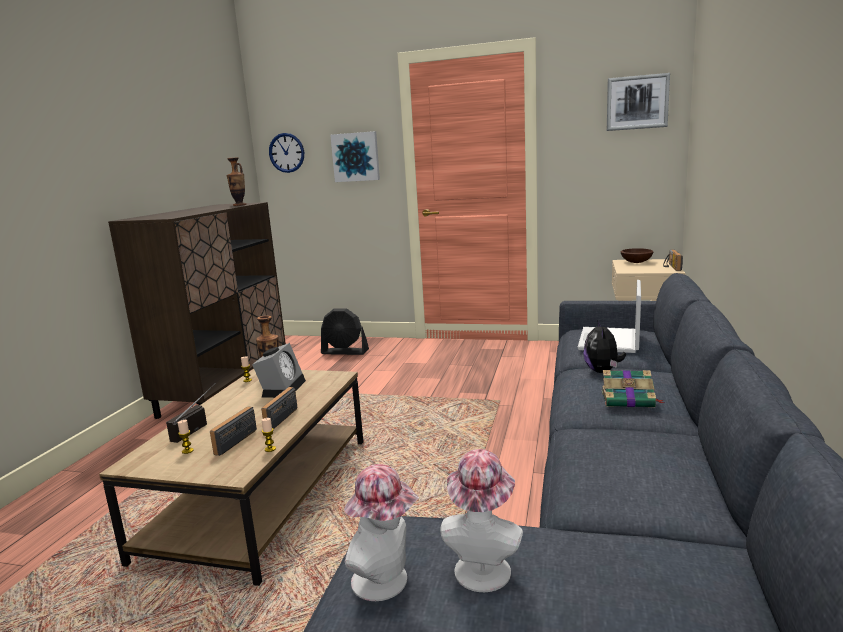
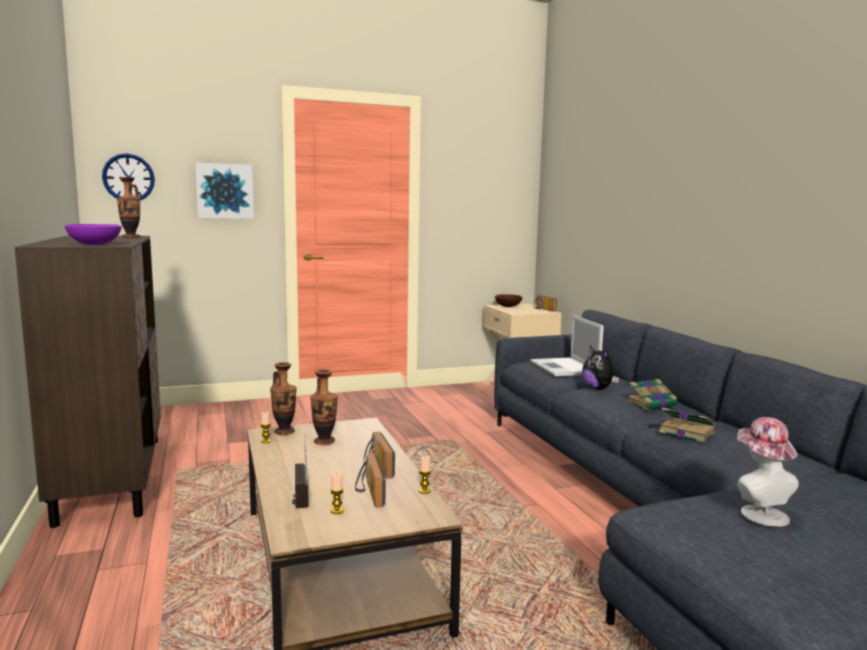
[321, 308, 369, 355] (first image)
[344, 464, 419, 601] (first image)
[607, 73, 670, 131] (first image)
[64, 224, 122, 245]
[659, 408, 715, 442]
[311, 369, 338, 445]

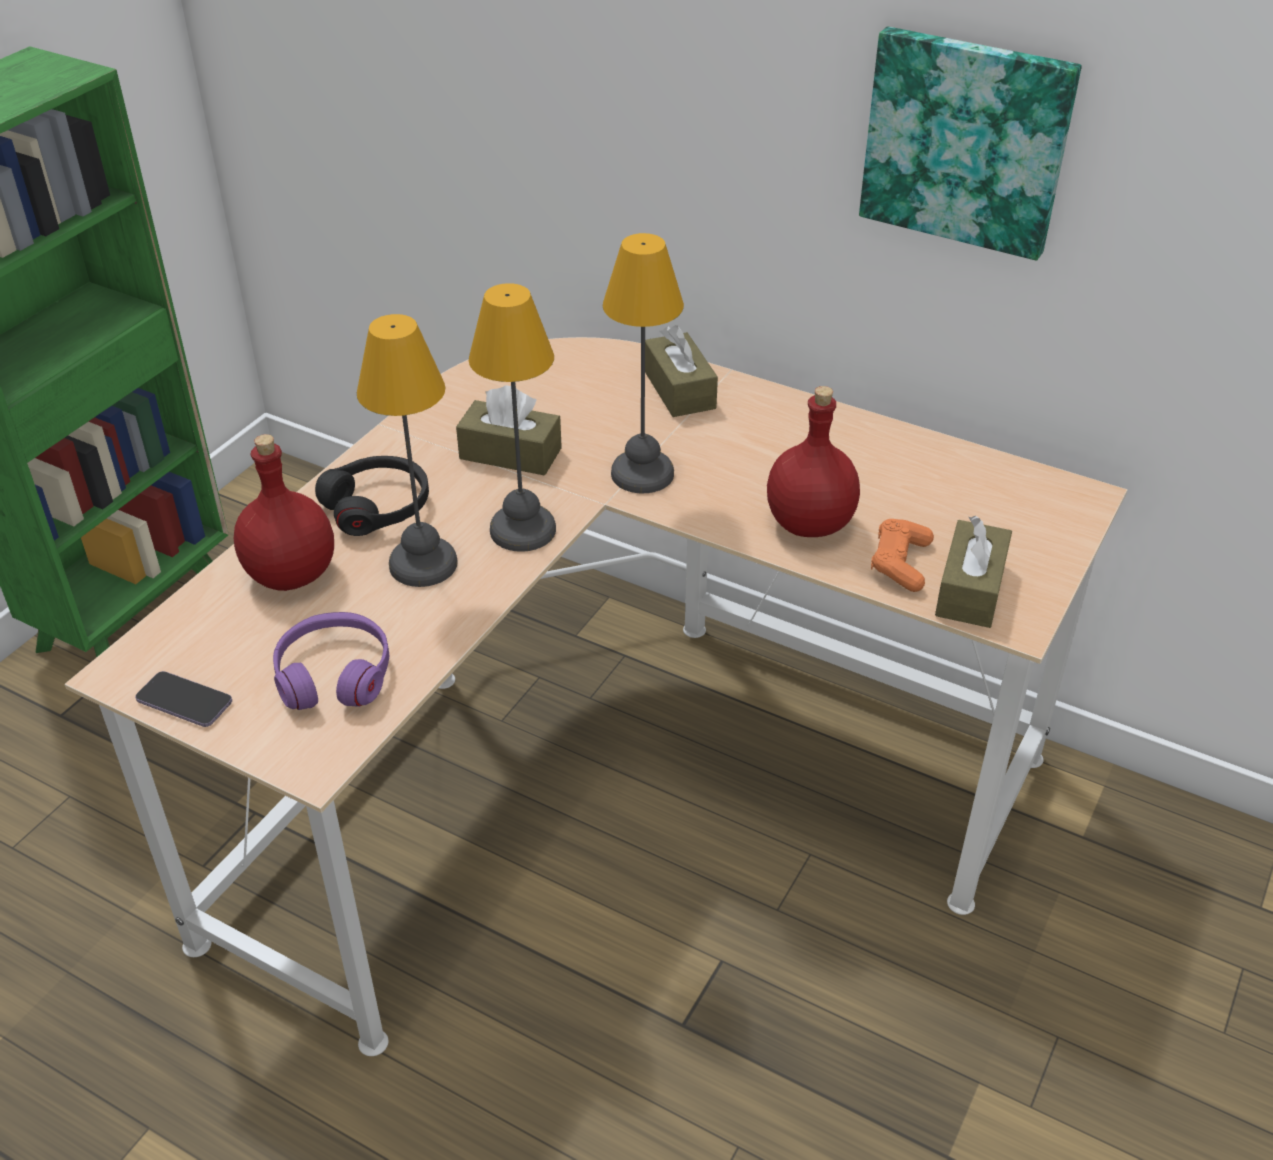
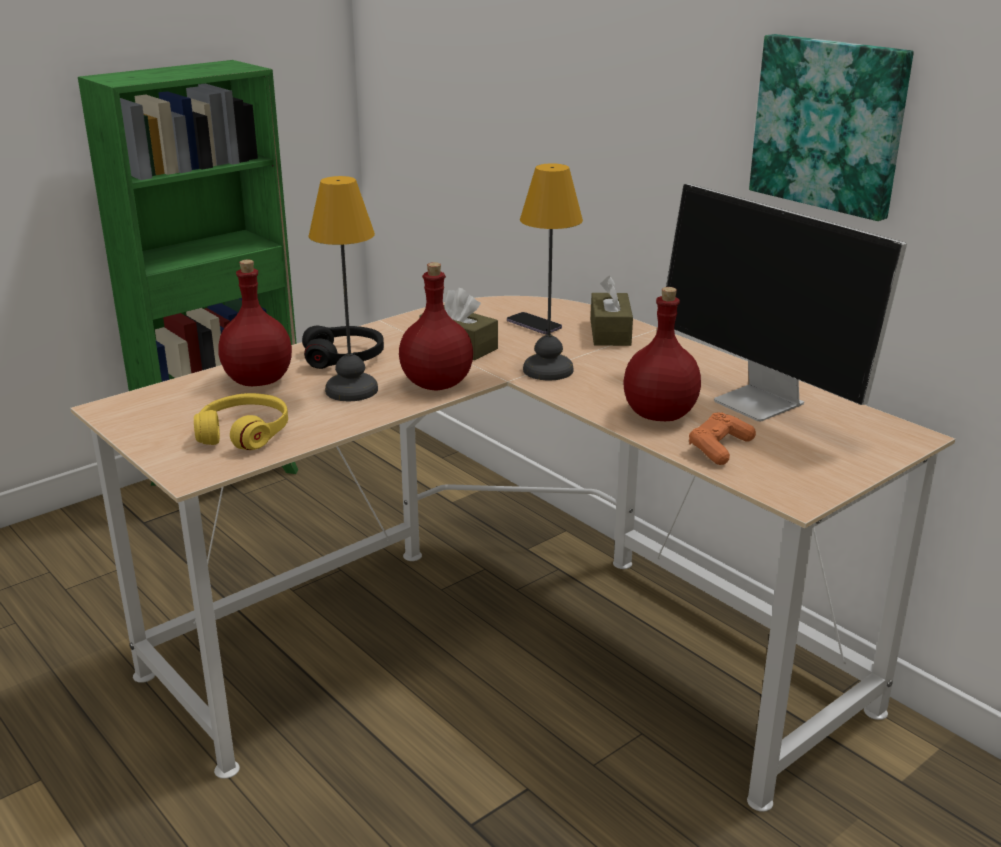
[935, 516, 1012, 628] (first image)
[666, 184, 907, 422]
[507, 312, 562, 334]
[399, 262, 473, 391]
[194, 393, 288, 450]

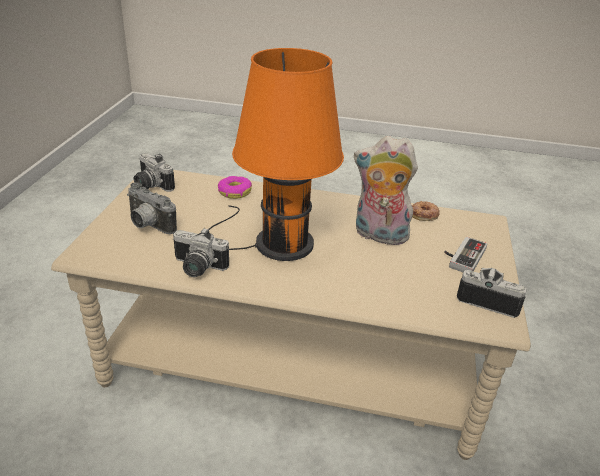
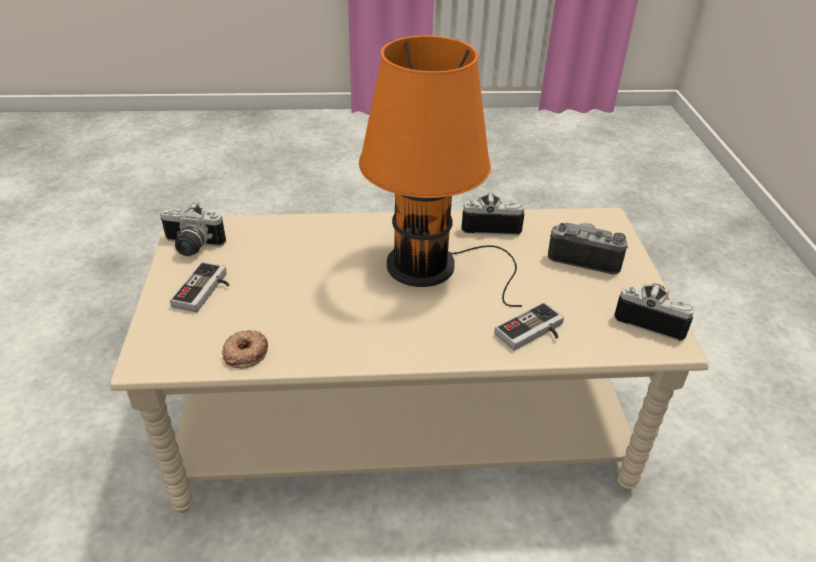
[354, 136, 418, 245] (first image)
[494, 302, 564, 351]

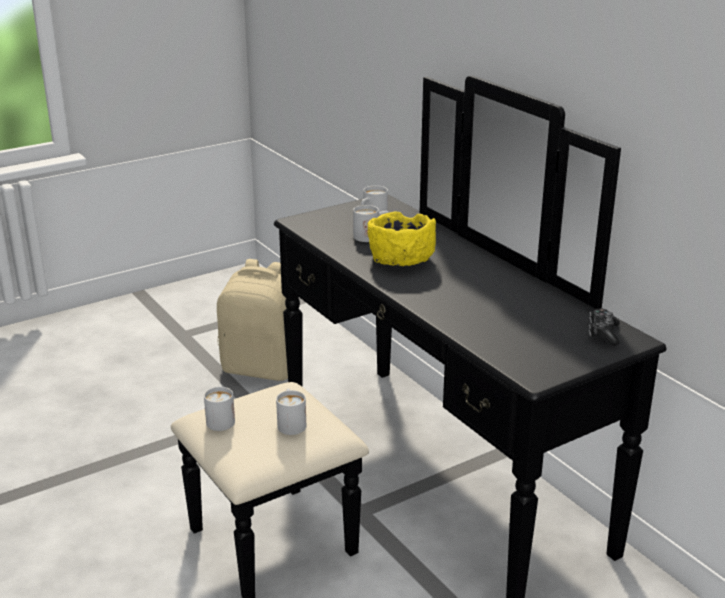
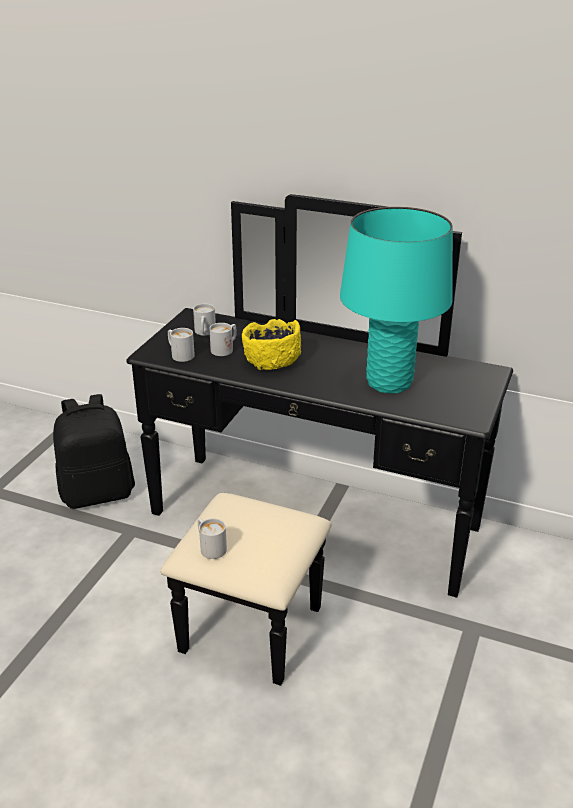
[589, 308, 620, 346] (first image)
[340, 207, 453, 393]
[168, 328, 195, 362]
[53, 394, 135, 509]

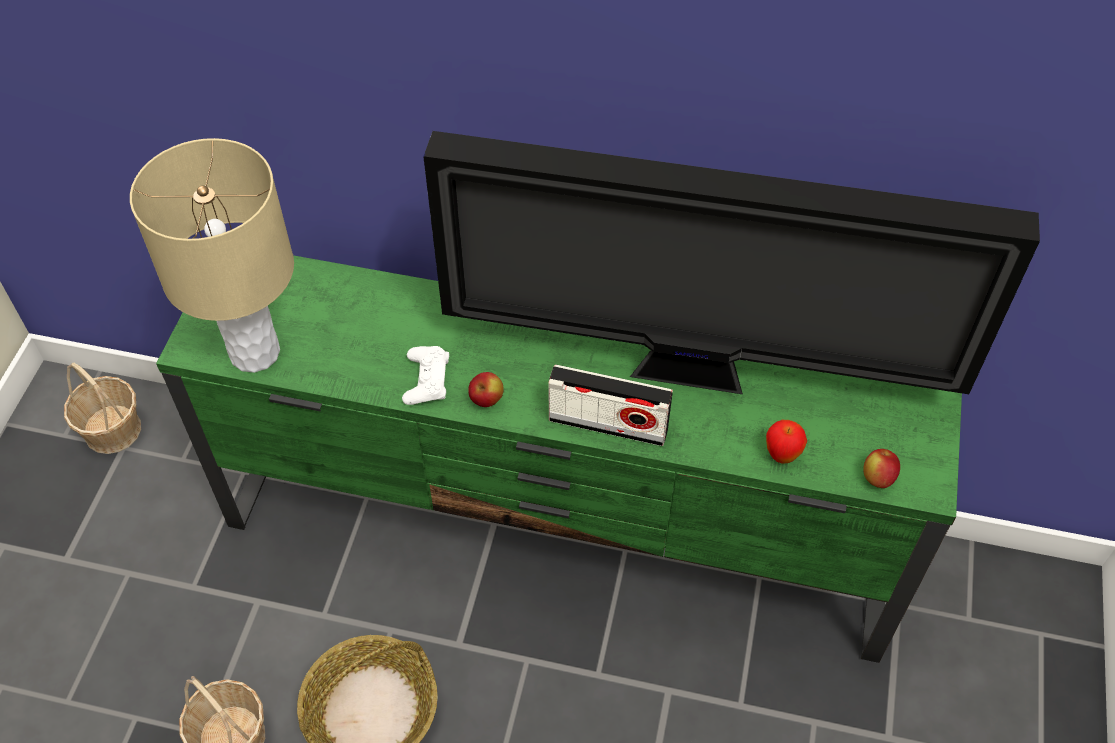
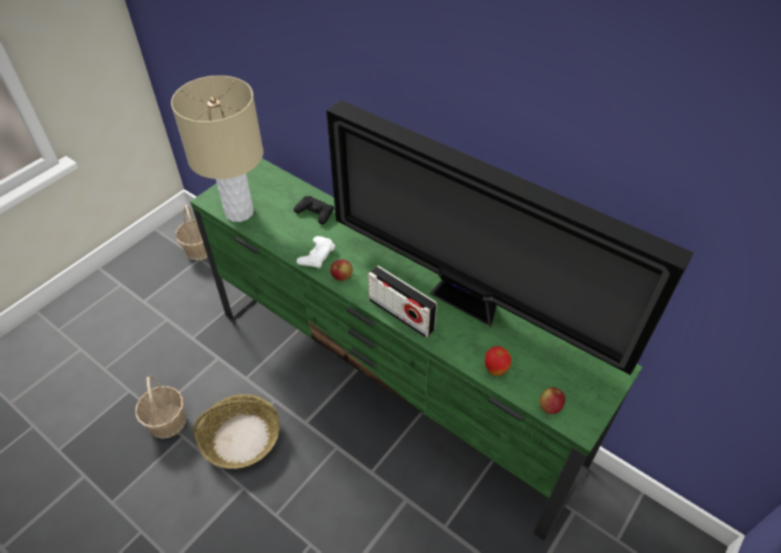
[294, 196, 334, 225]

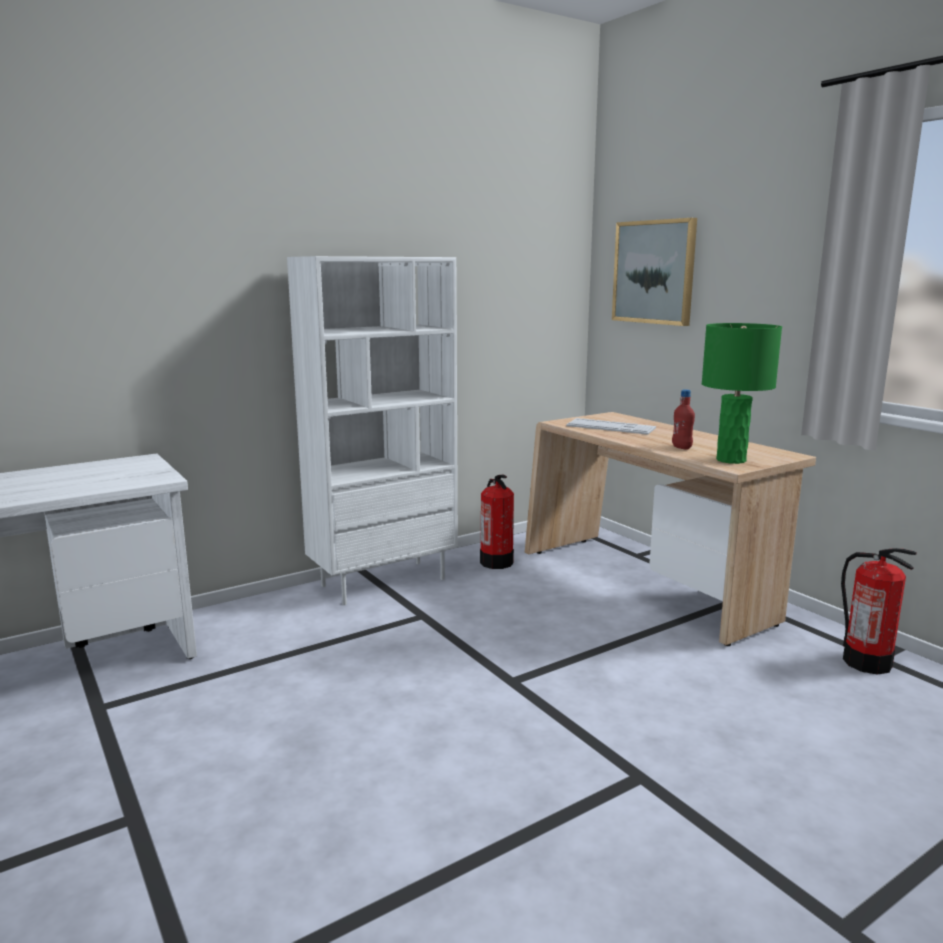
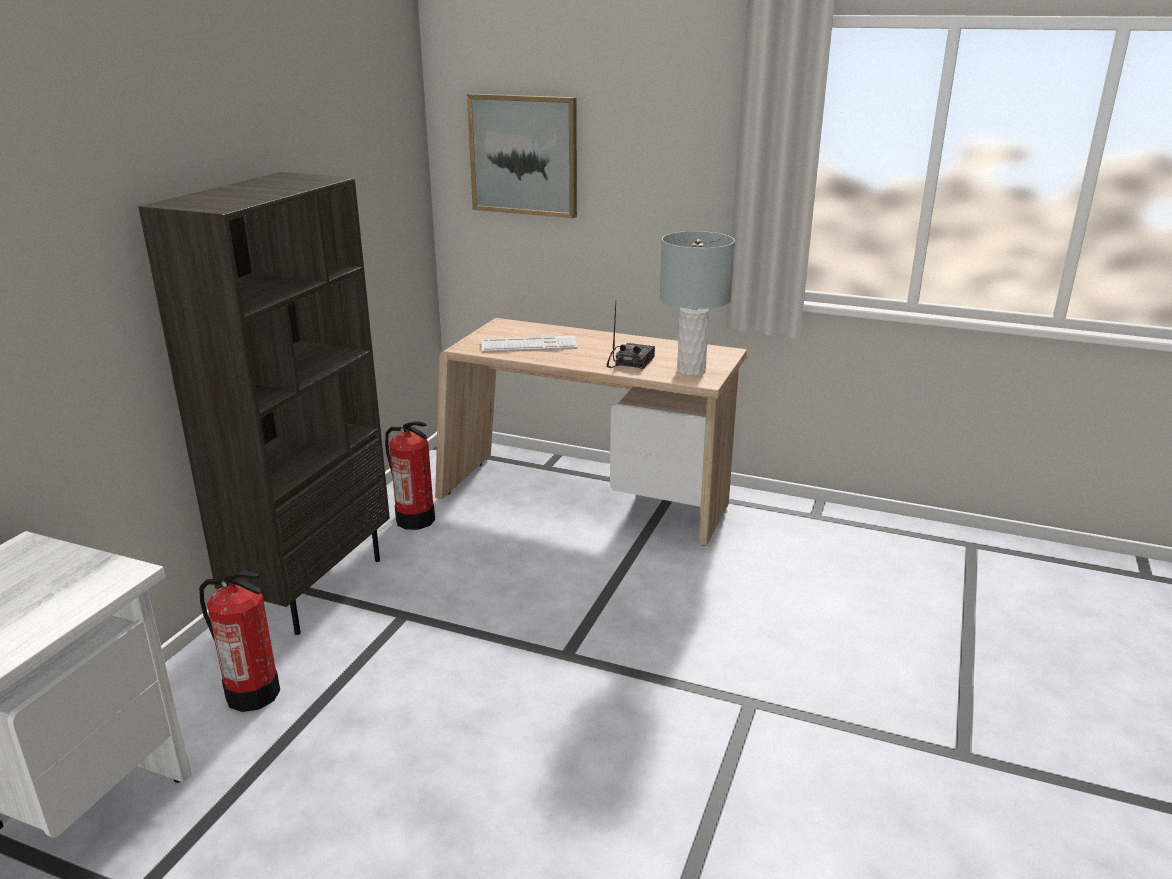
[199, 571, 280, 712]
[607, 303, 655, 369]
[138, 172, 390, 635]
[660, 231, 735, 376]

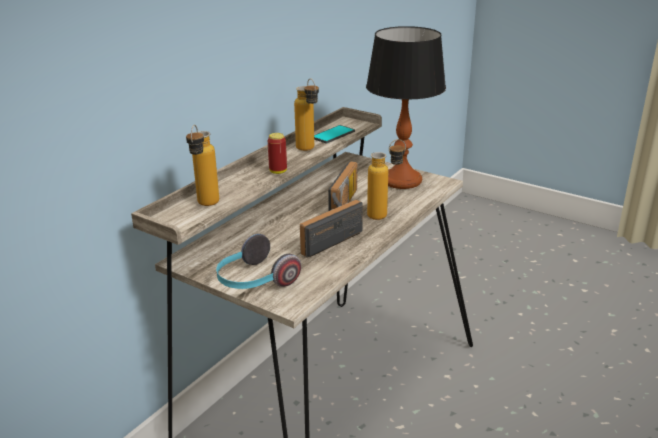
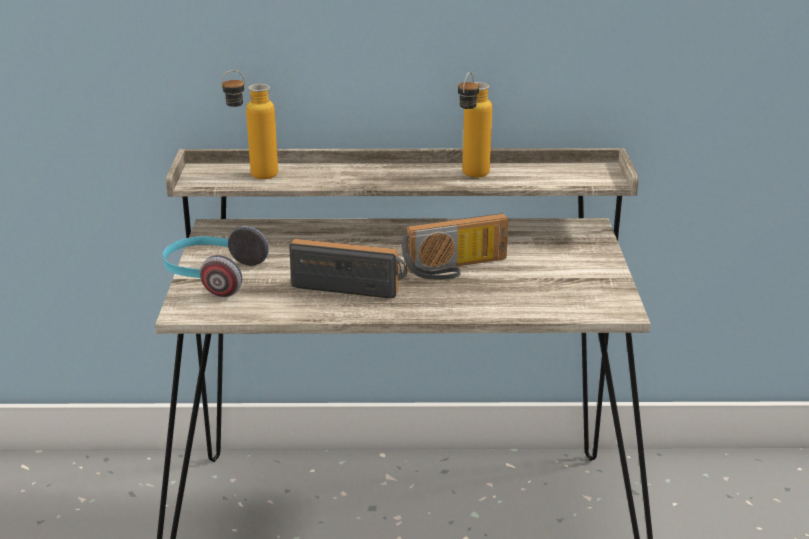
[268, 133, 287, 174] (first image)
[314, 125, 355, 143] (first image)
[366, 26, 446, 189] (first image)
[367, 139, 406, 220] (first image)

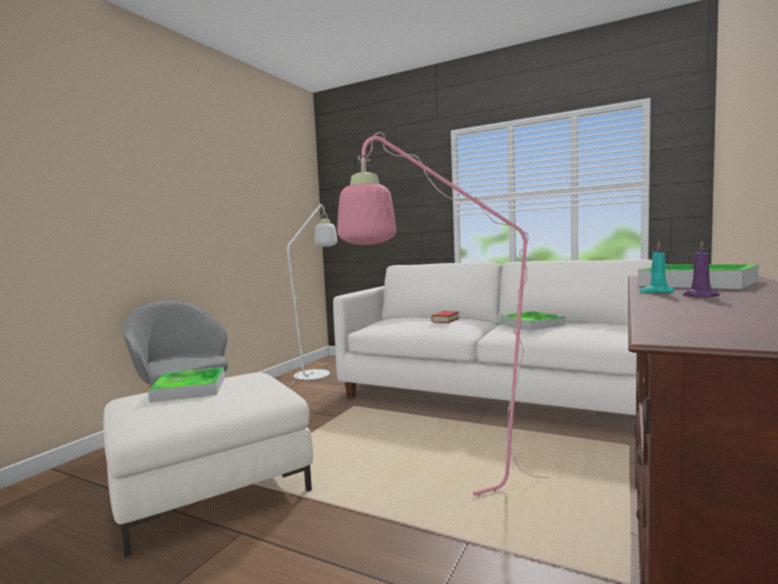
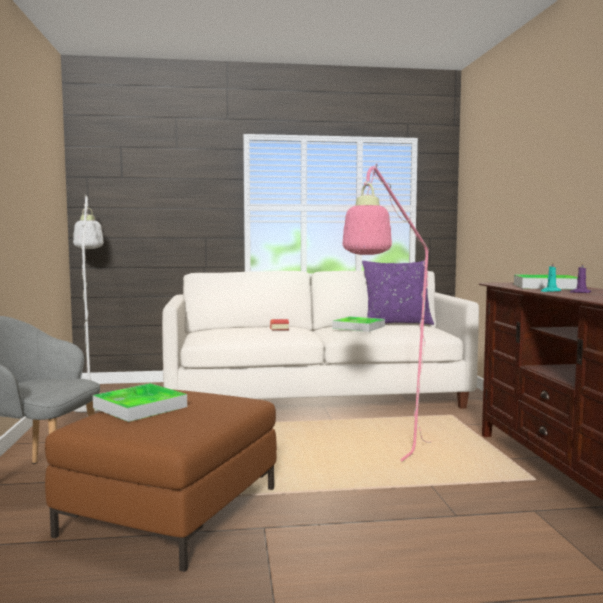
[362, 260, 434, 325]
[45, 389, 277, 572]

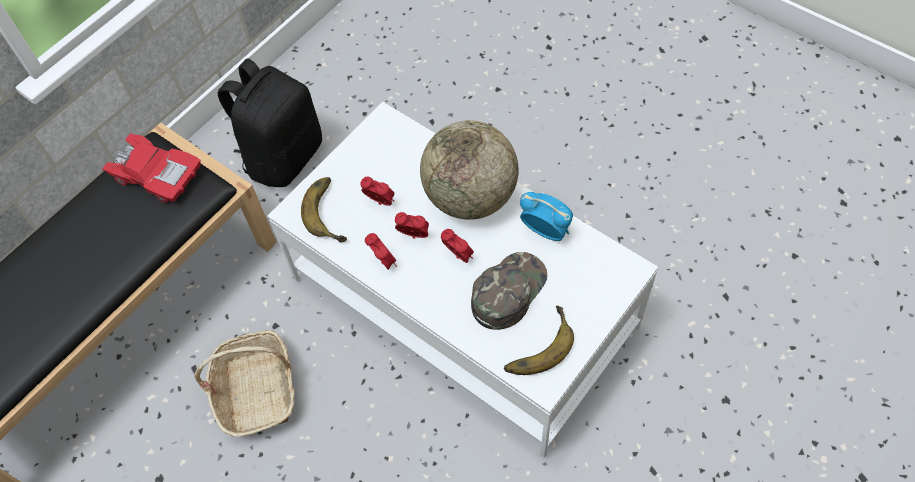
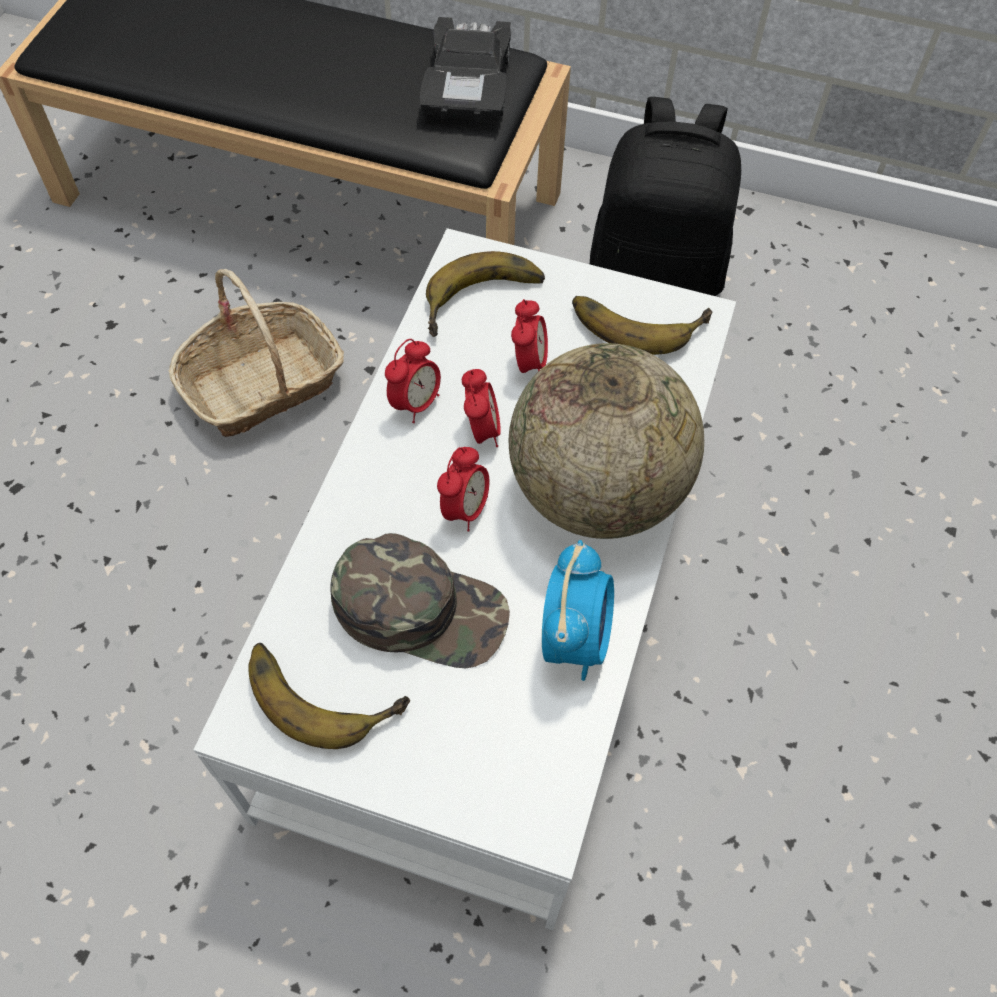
[572, 296, 712, 355]
[420, 17, 511, 121]

